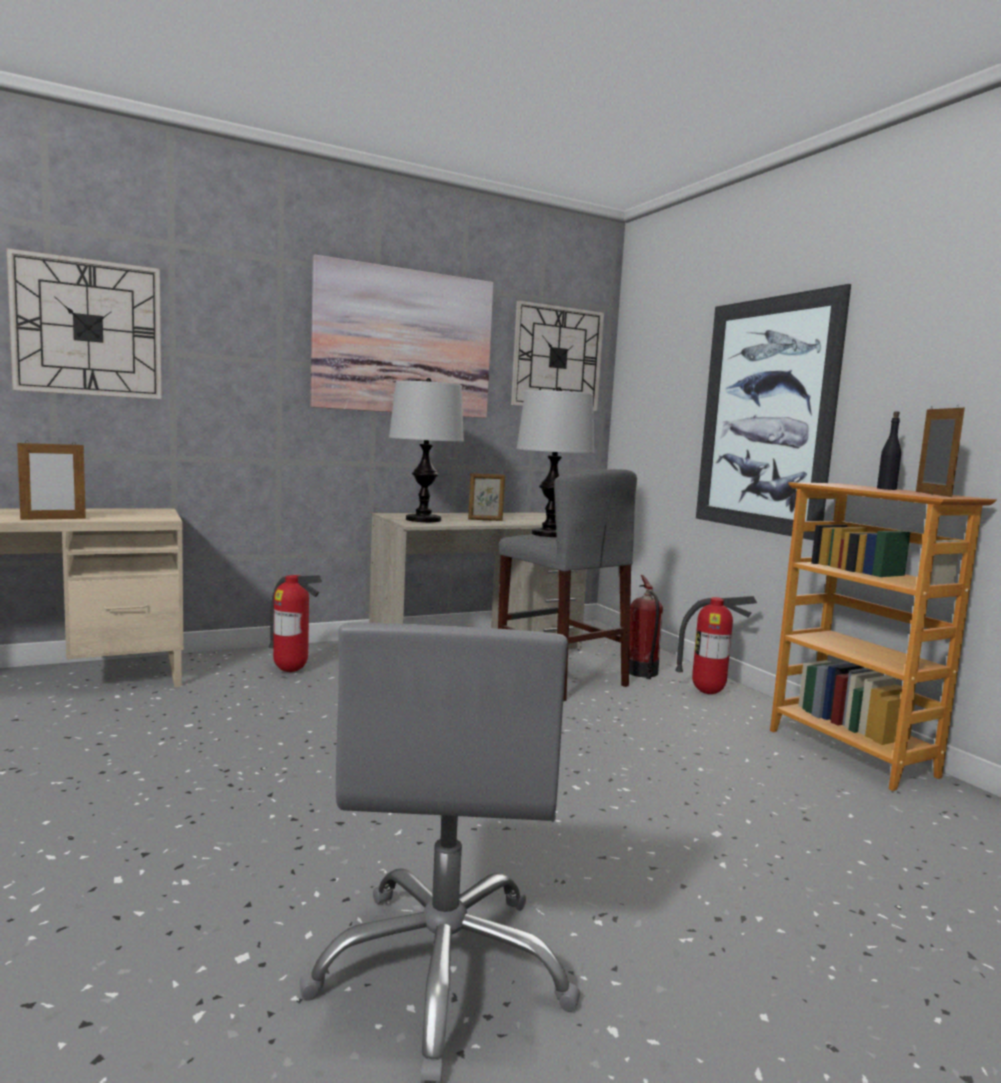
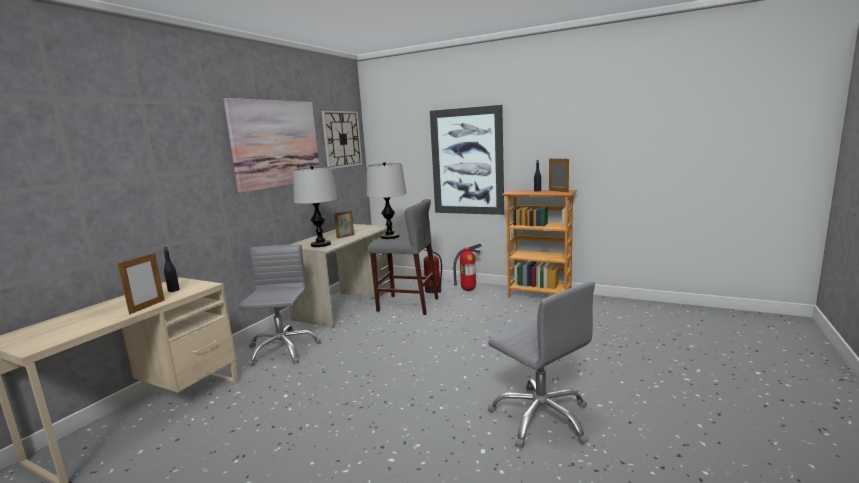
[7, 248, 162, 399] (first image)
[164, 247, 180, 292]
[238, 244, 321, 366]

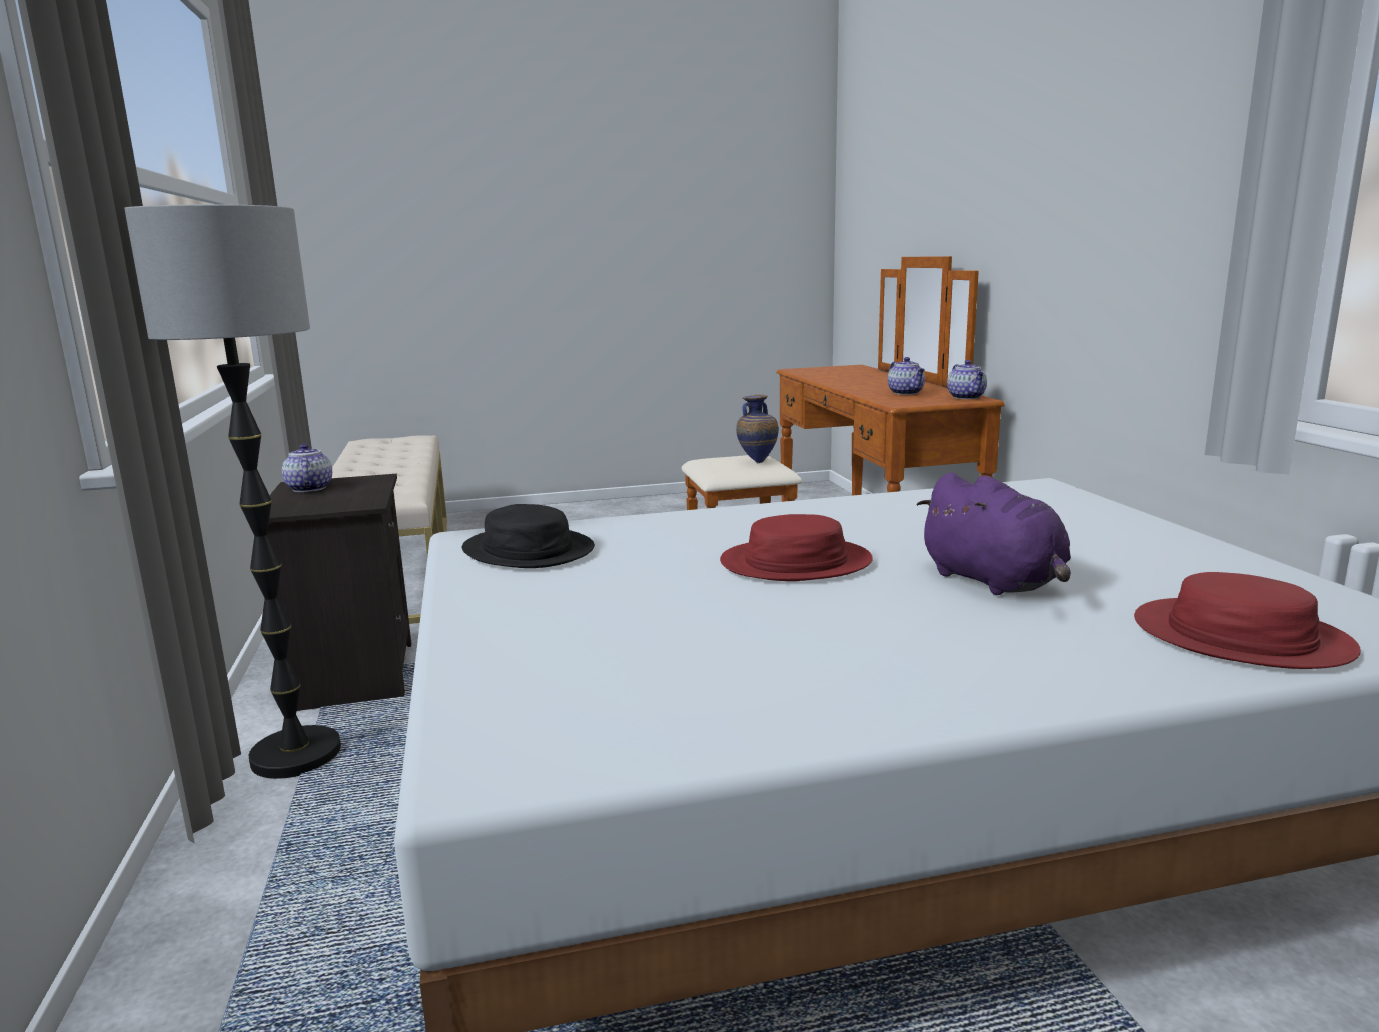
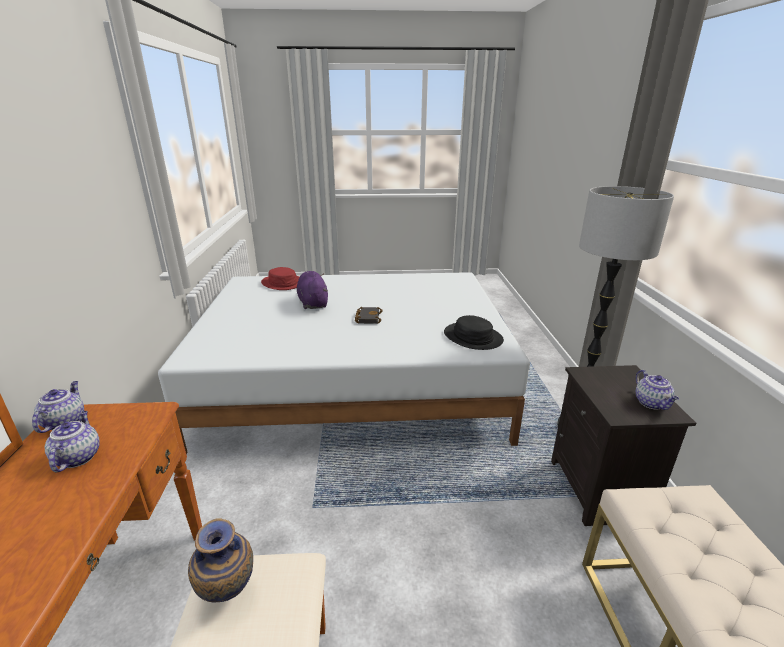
[355, 307, 383, 324]

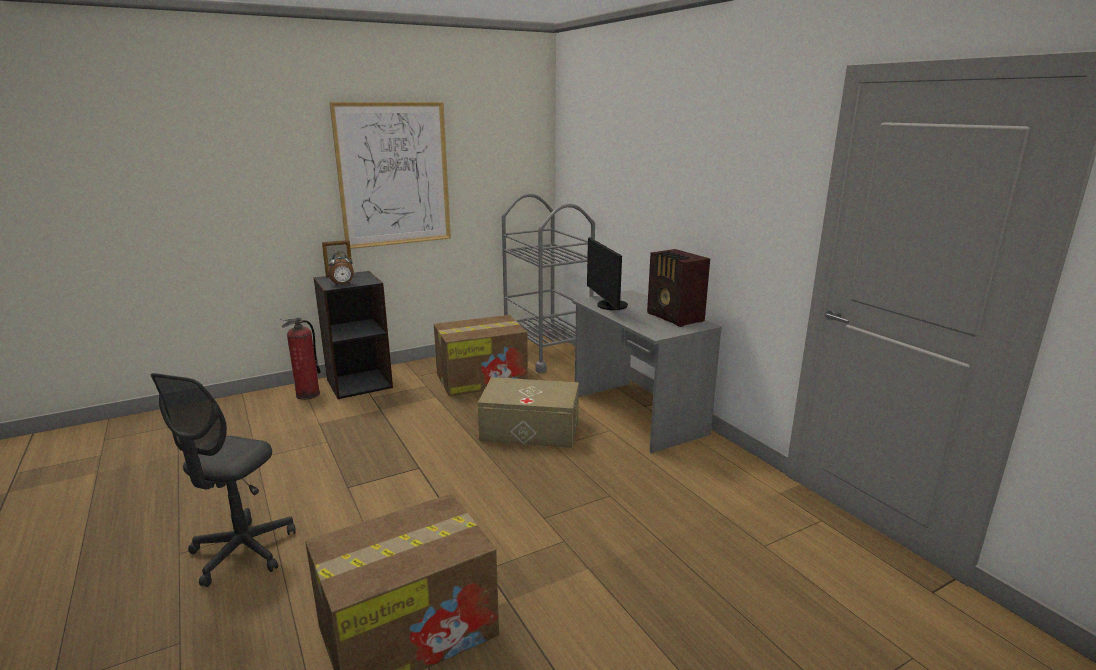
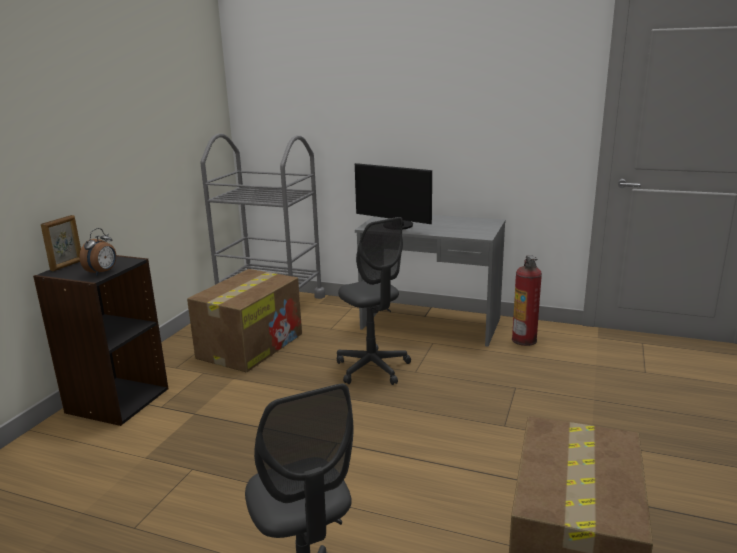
[330, 102, 451, 249] (first image)
[647, 249, 710, 327] (first image)
[512, 255, 542, 346]
[337, 217, 411, 385]

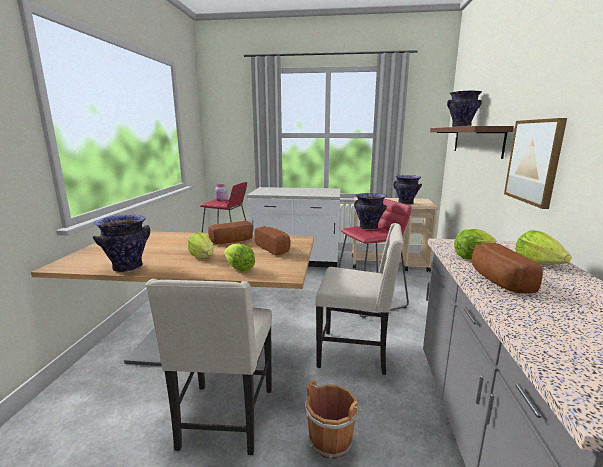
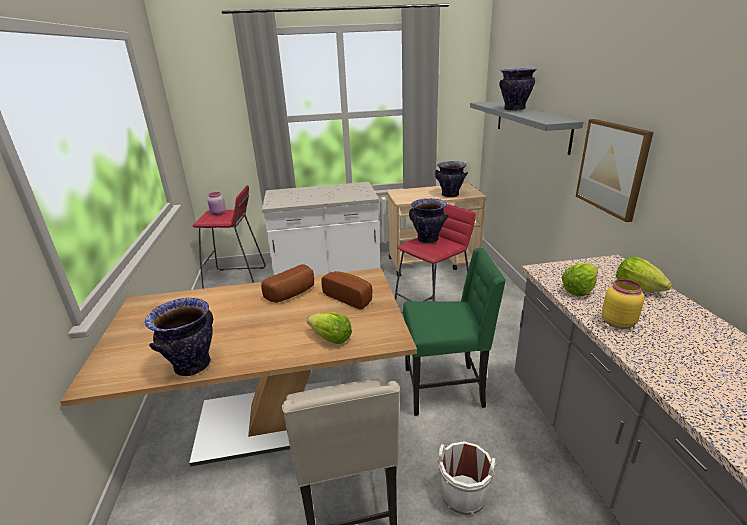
[188, 232, 214, 258] (first image)
[602, 279, 644, 329]
[437, 442, 498, 516]
[403, 248, 506, 416]
[470, 101, 583, 155]

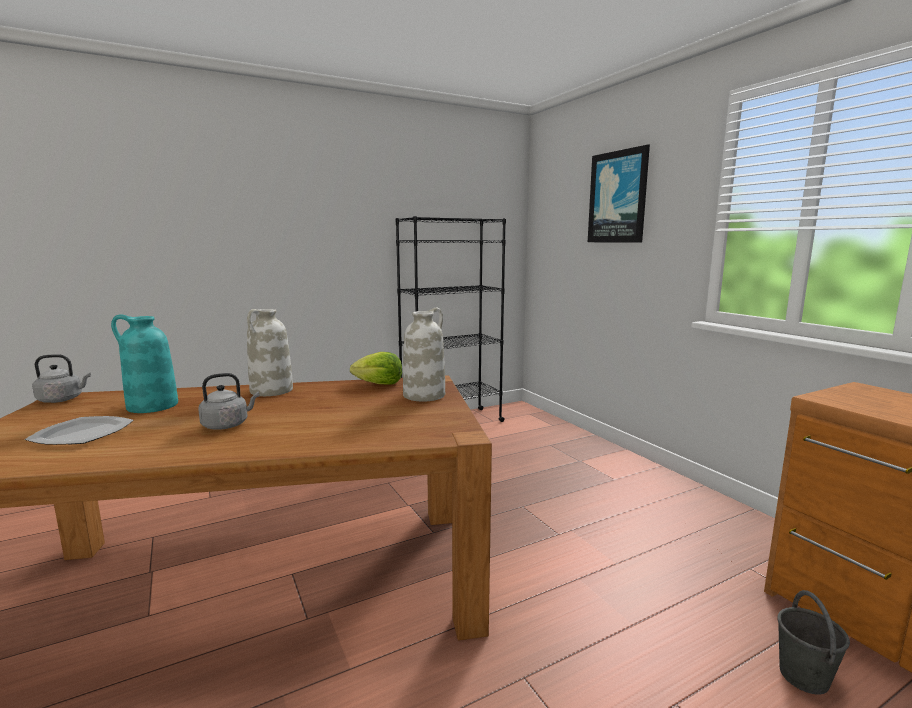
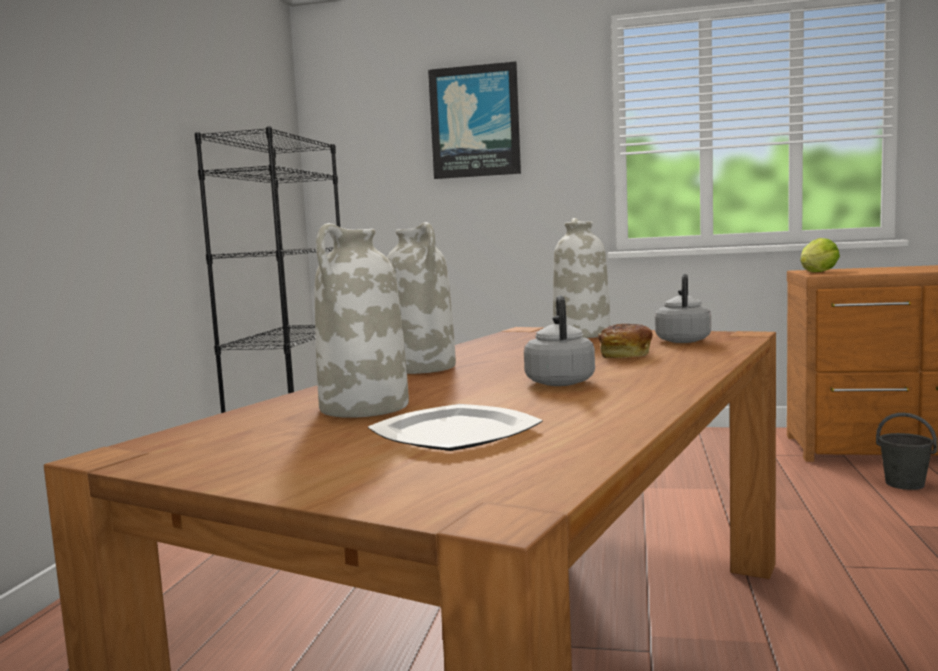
[598, 324, 653, 358]
[655, 274, 711, 343]
[800, 238, 840, 272]
[315, 223, 409, 418]

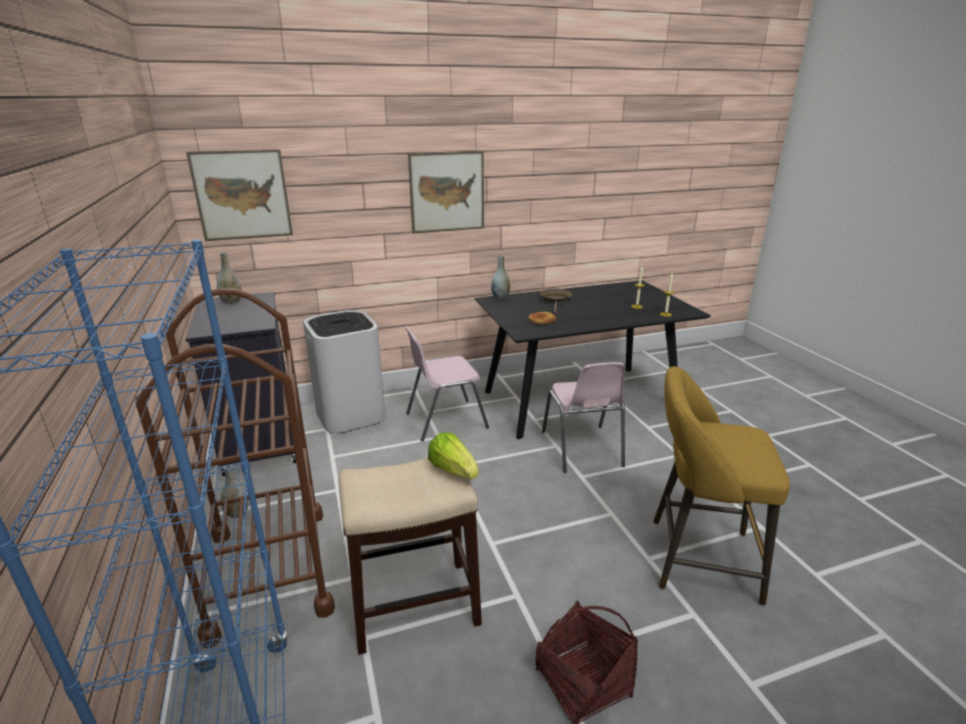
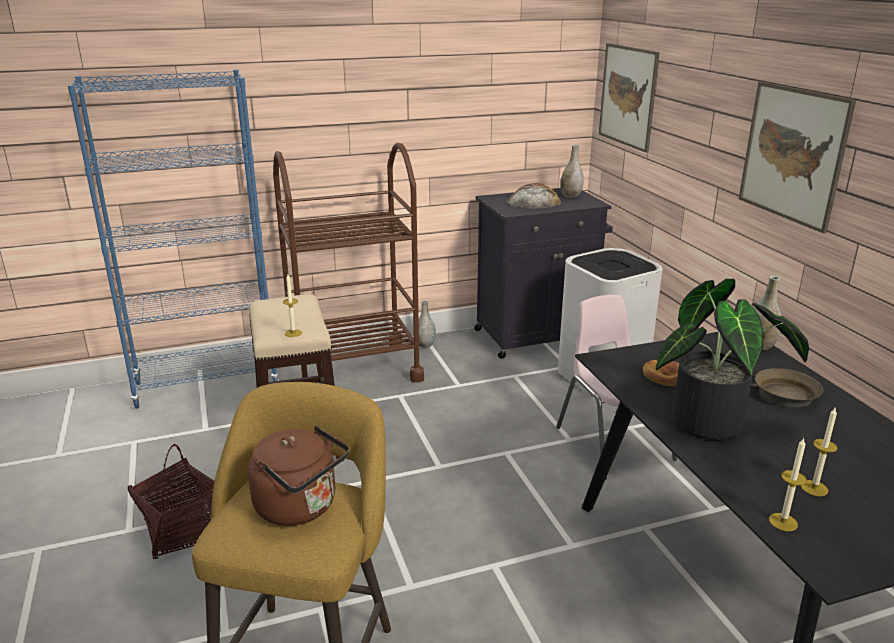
[542, 362, 625, 473] (first image)
[248, 426, 349, 526]
[507, 183, 561, 209]
[656, 278, 809, 440]
[283, 274, 302, 337]

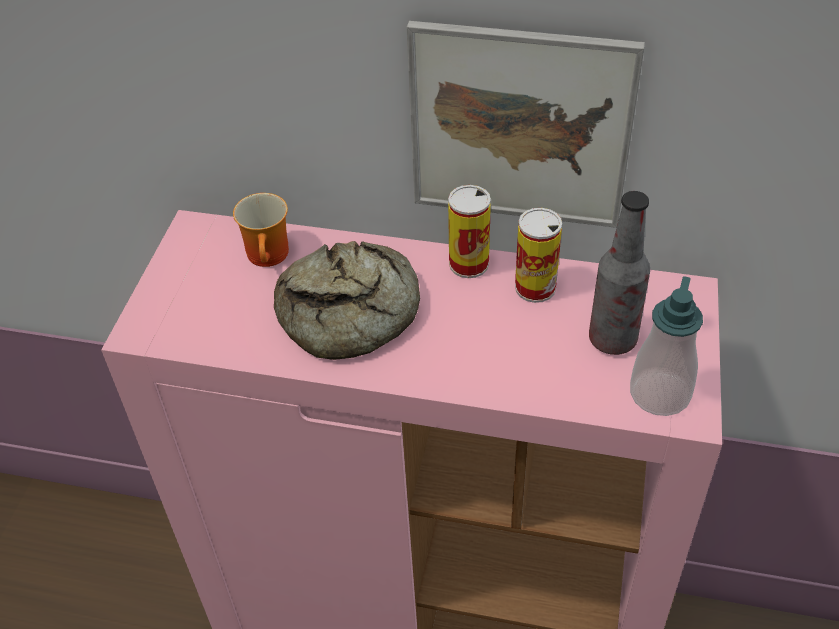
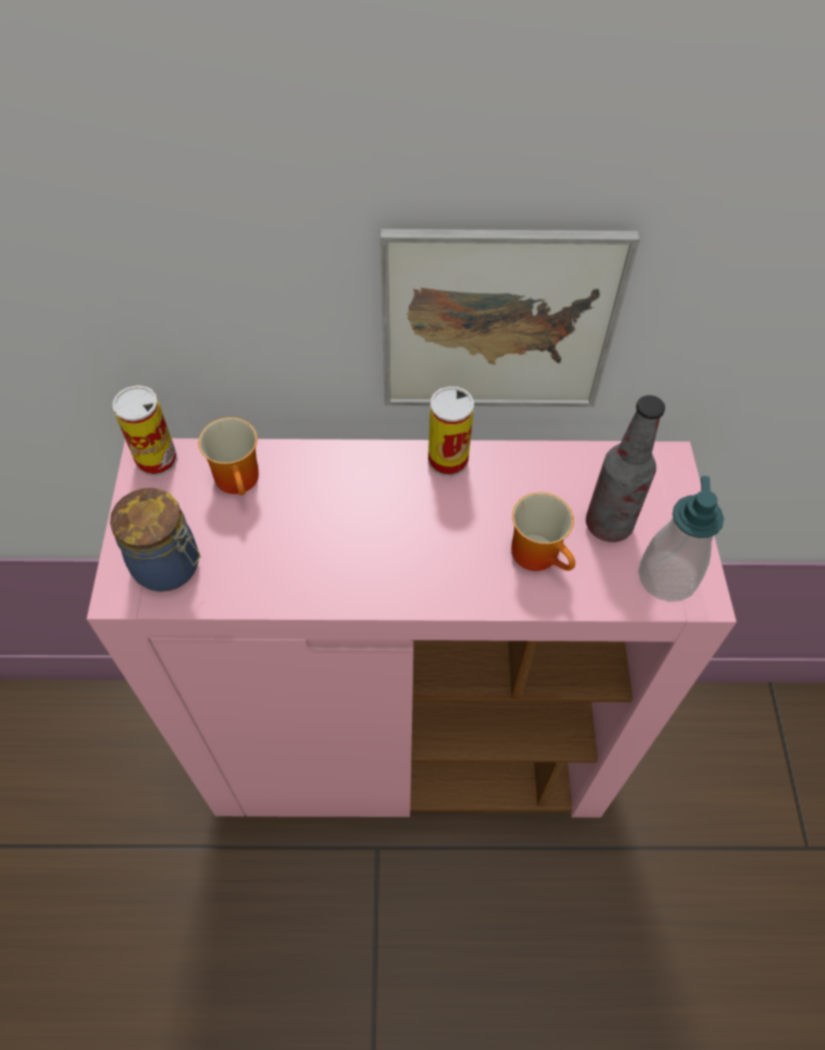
[274, 241, 420, 360] (first image)
[110, 488, 201, 592]
[511, 492, 575, 571]
[112, 385, 178, 476]

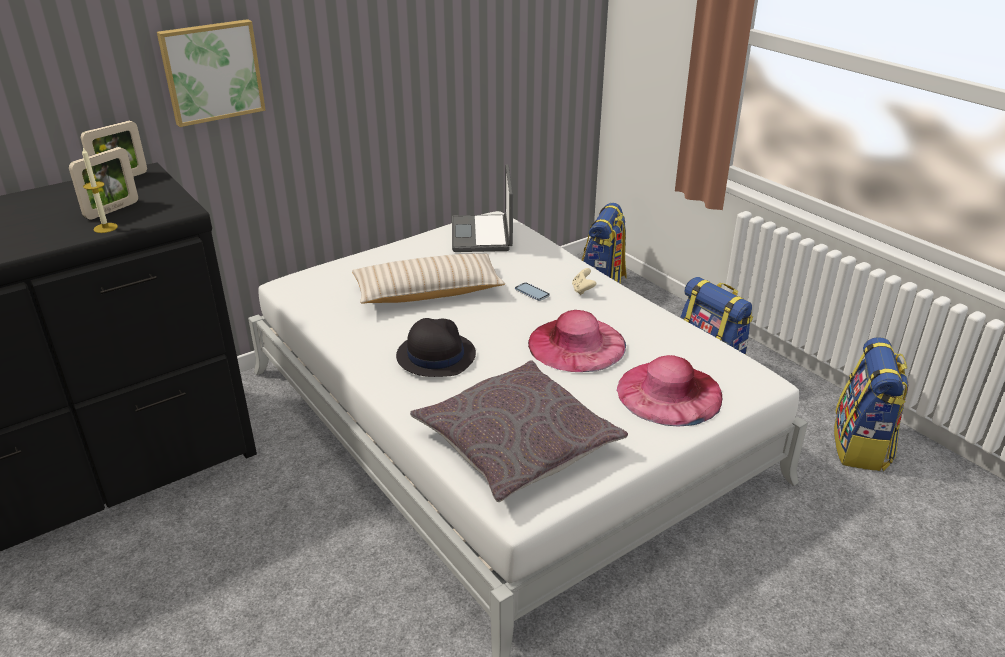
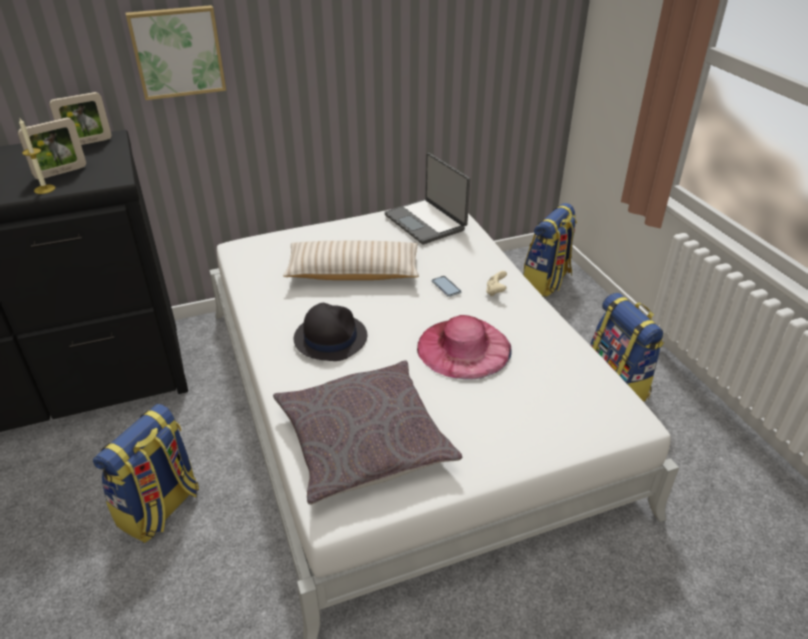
[617, 355, 723, 426] (first image)
[93, 404, 199, 543]
[384, 153, 470, 244]

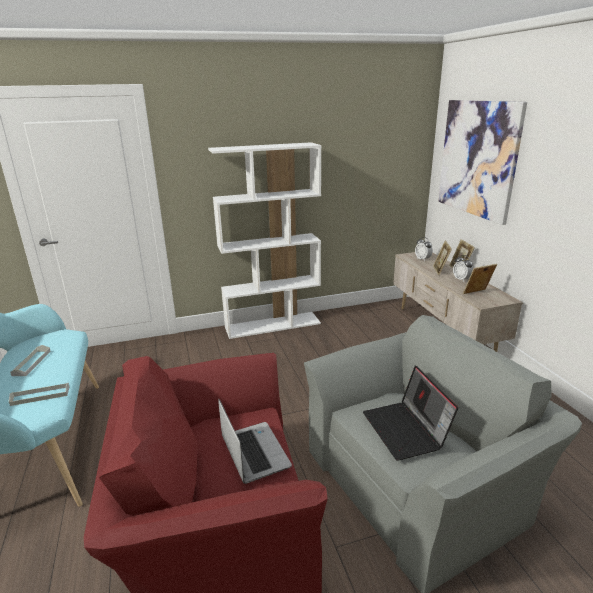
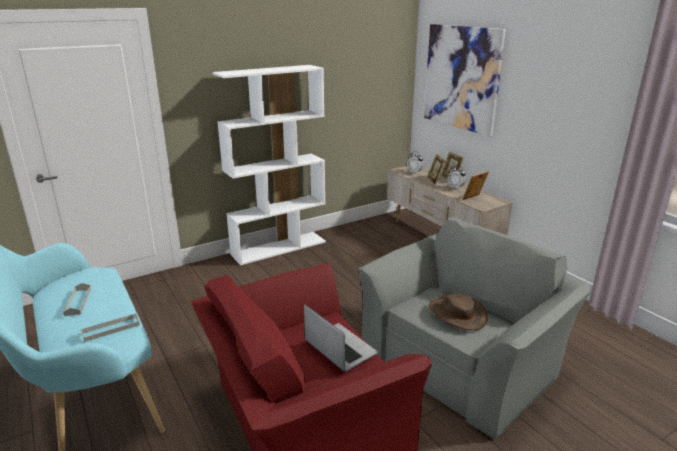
[429, 294, 488, 331]

